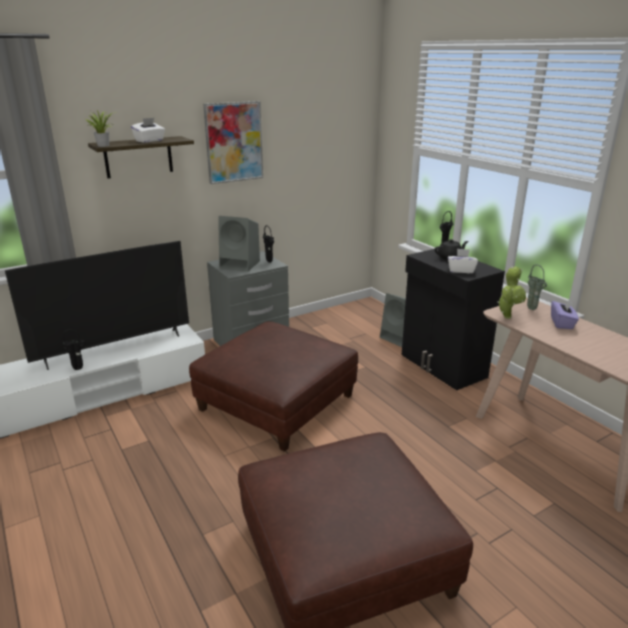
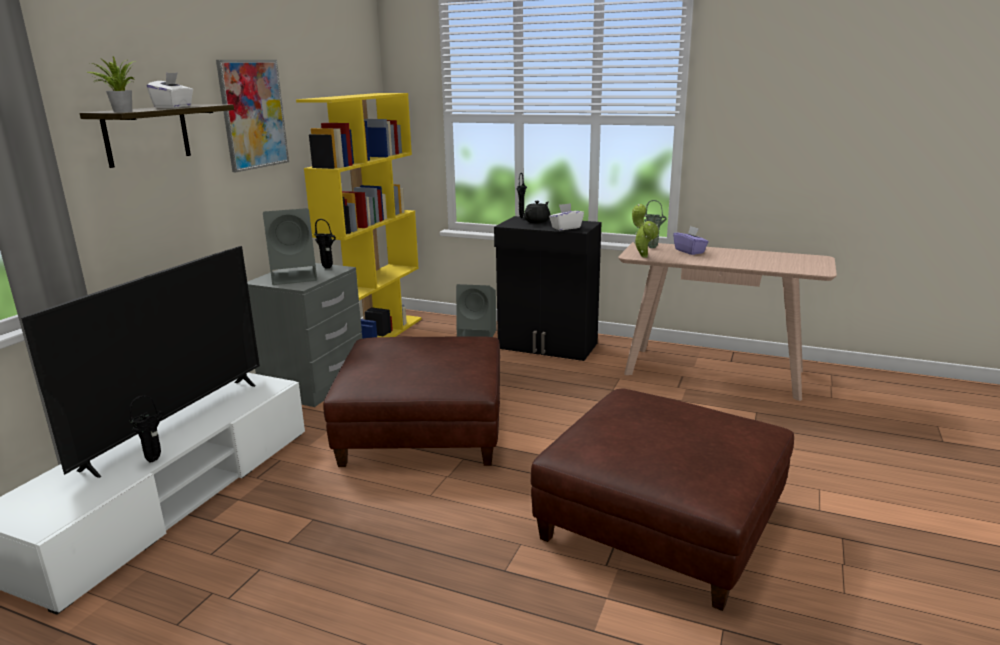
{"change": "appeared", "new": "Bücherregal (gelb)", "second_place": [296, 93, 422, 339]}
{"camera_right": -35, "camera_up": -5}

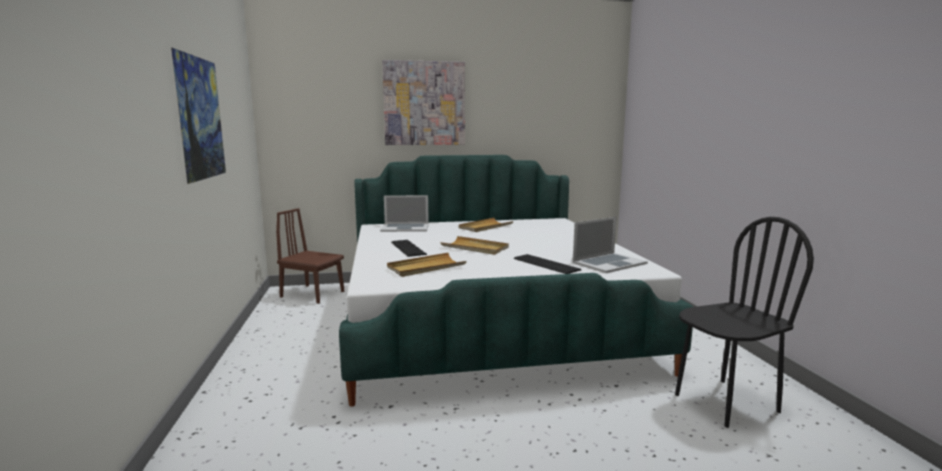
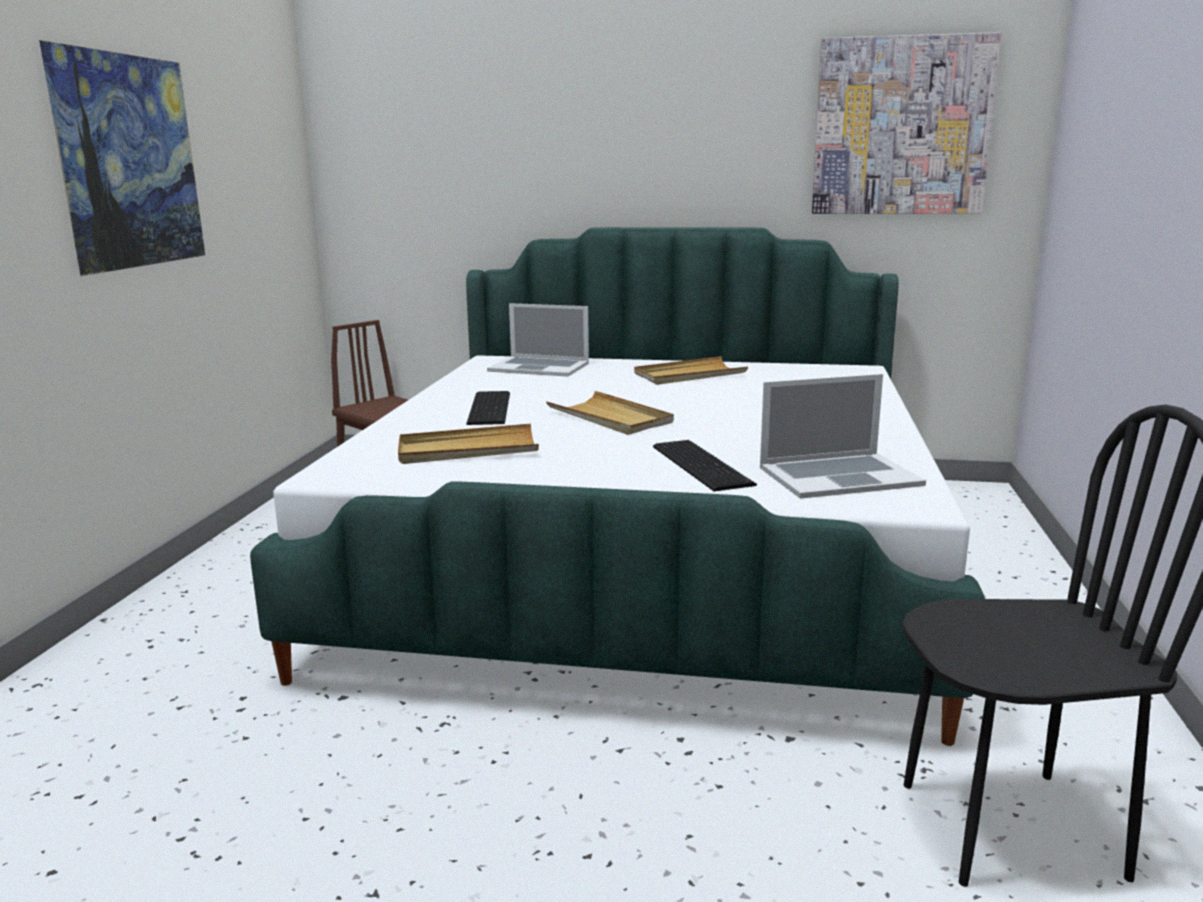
{"change": "relocated", "old": "Bild", "first_place": [382, 60, 465, 145], "second_place": [812, 32, 1002, 214]}
{"camera_right": 20, "camera_up": 5}

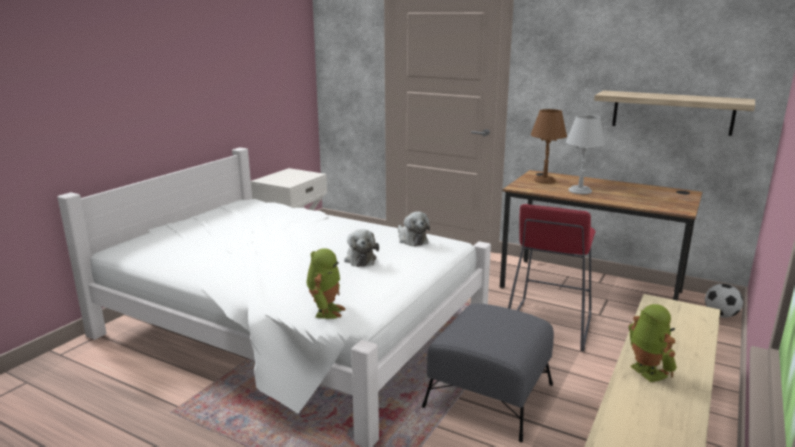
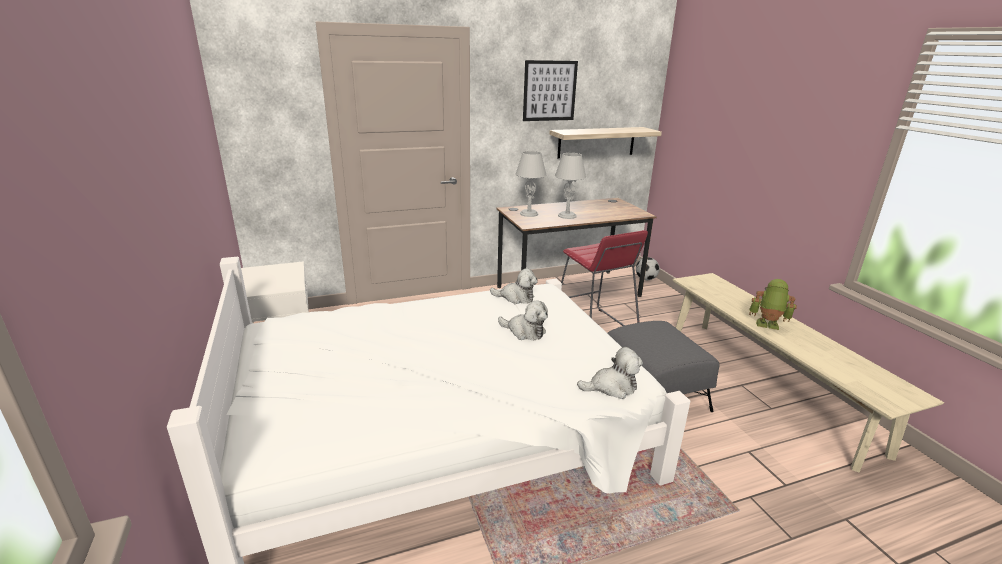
{"change": "colour", "old": "Tischlampe (braun)", "new": "Tischlampe (grau)", "first_place": [531, 109, 567, 184], "second_place": [516, 151, 546, 217]}
{"change": "exchanged", "old": "Spielzeugroboter", "new": "Plüschtier", "first_place": [307, 248, 345, 319], "second_place": [577, 347, 643, 399]}
{"change": "appeared", "new": "Bild", "second_place": [523, 60, 578, 121]}
{"camera_right": -50, "camera_up": 5}

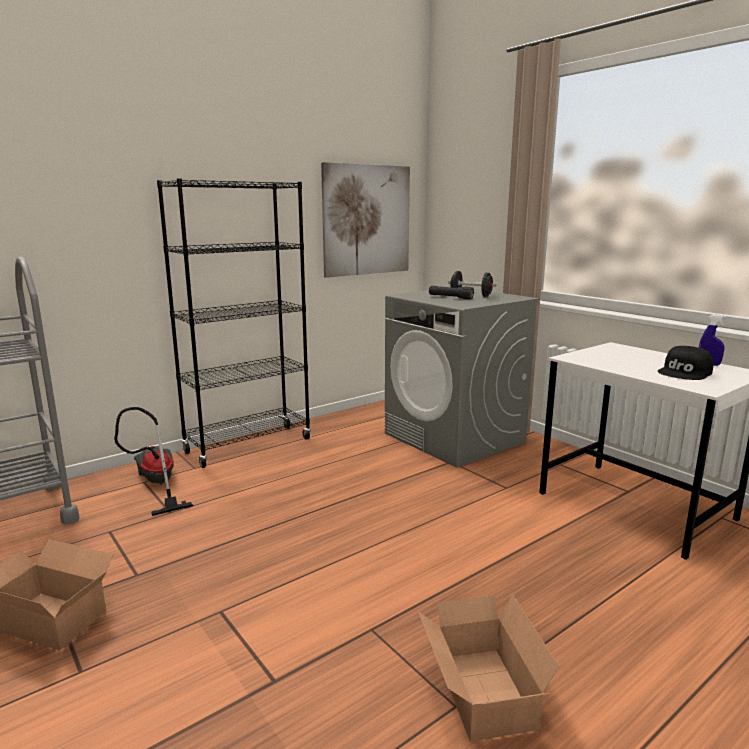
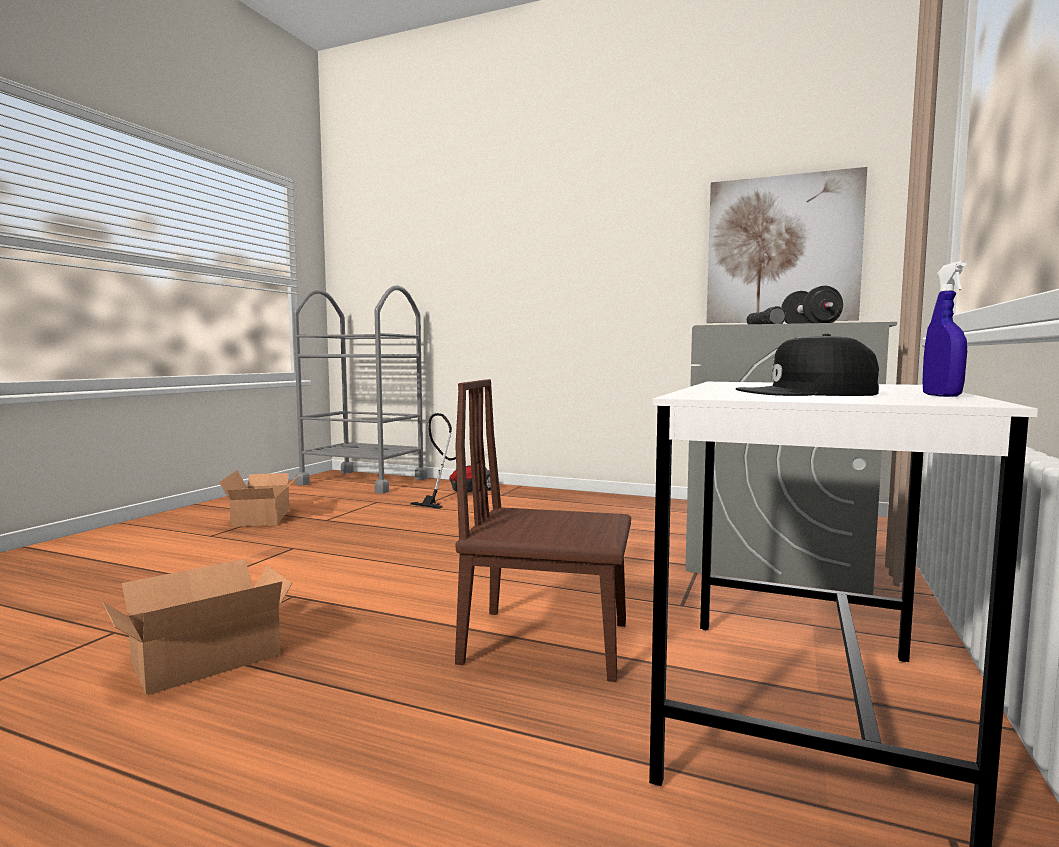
{"change": "missing", "old": "Bücherregal (schwarz)", "first_place": [157, 178, 311, 468]}
{"change": "appeared", "new": "Stuhl (braun)", "second_place": [455, 379, 631, 682]}
{"camera_right": 60, "camera_up": -10}

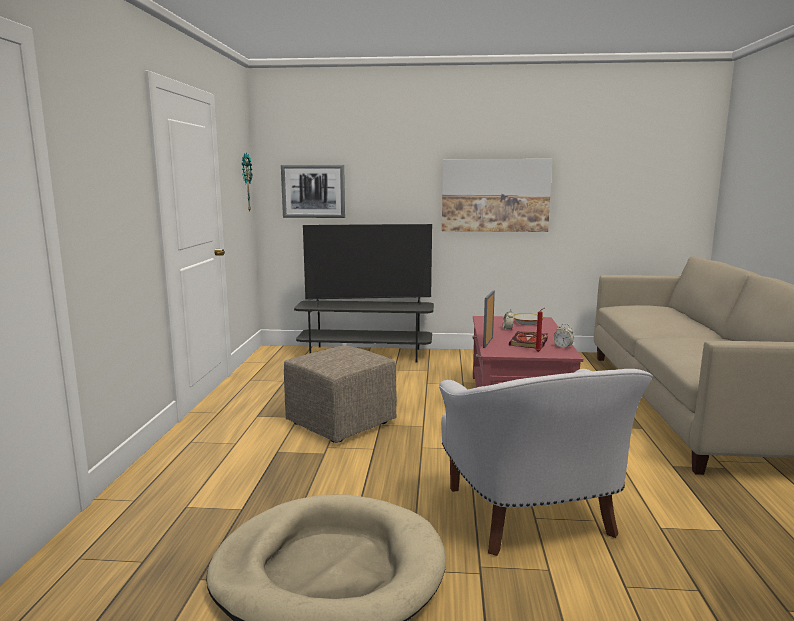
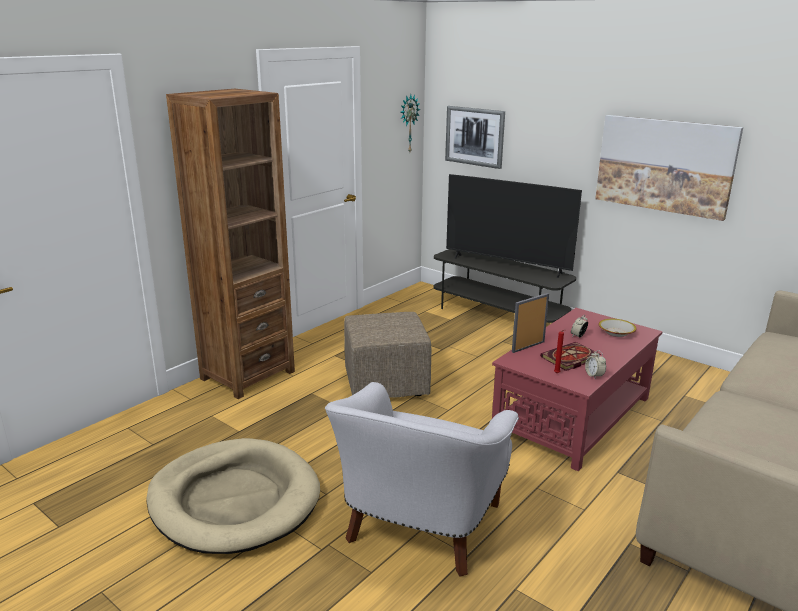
{"change": "appeared", "new": "Bücherregal (braun)", "second_place": [166, 89, 295, 399]}
{"camera_right": 35, "camera_up": 10}

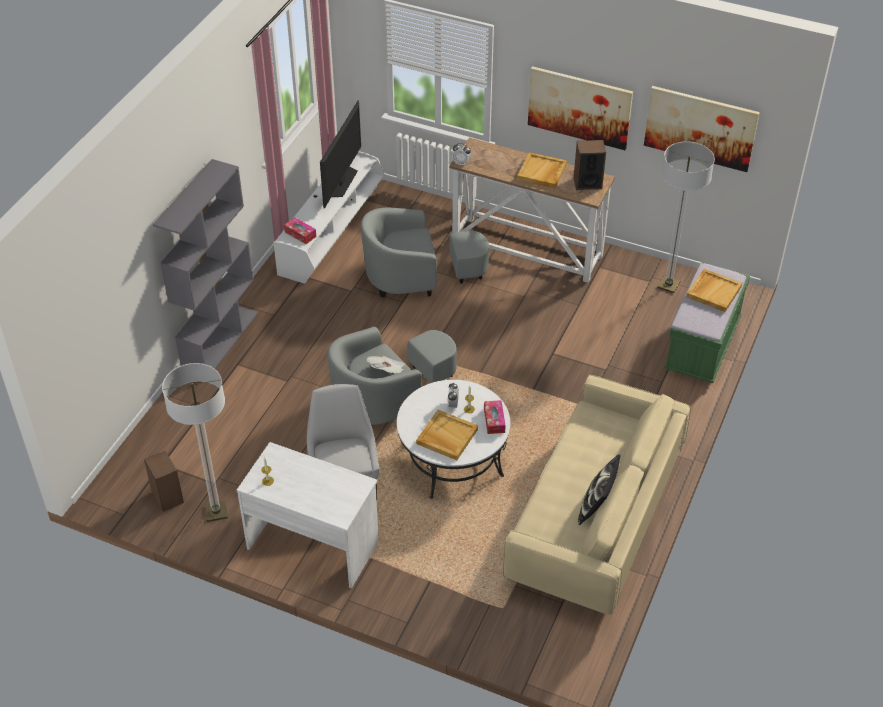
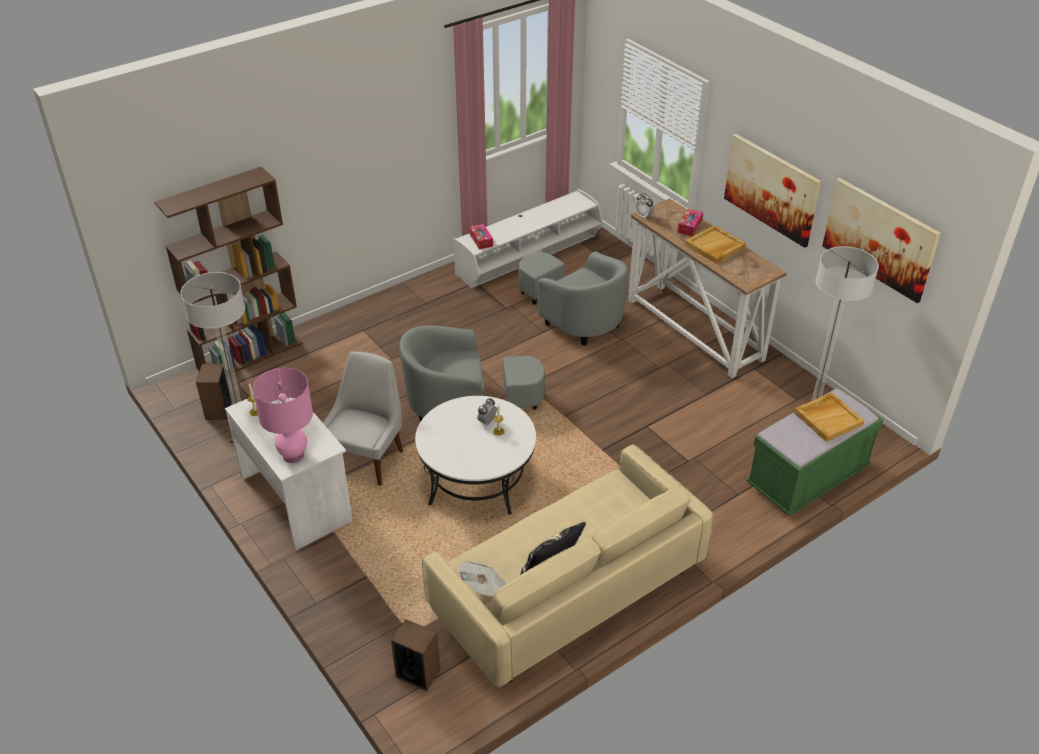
{"change": "missing", "old": "Fernseher", "first_place": [320, 100, 361, 209]}
{"change": "relocated", "old": "Lautsprecher", "first_place": [574, 140, 606, 190], "second_place": [391, 619, 440, 691]}
{"change": "missing", "old": "Bücherregal (grau)", "first_place": [153, 159, 258, 369]}
{"change": "spun", "old": "Sessel (grau)", "first_place": [361, 208, 489, 297], "second_place": [518, 252, 628, 346], "degrees": -150}
{"change": "relocated", "old": "Zeitung", "first_place": [366, 356, 405, 373], "second_place": [458, 561, 507, 597]}
{"change": "relocated", "old": "Taschentuchbox", "first_place": [484, 400, 506, 434], "second_place": [677, 209, 703, 236]}
{"change": "missing", "old": "Tablett (beige)", "first_place": [416, 410, 478, 460]}
{"change": "appeared", "new": "Bücherregal (braun)", "second_place": [154, 167, 303, 372]}
{"change": "appeared", "new": "Tischlampe (rosa)", "second_place": [253, 368, 313, 463]}
{"camera_right": 30, "camera_up": -5}

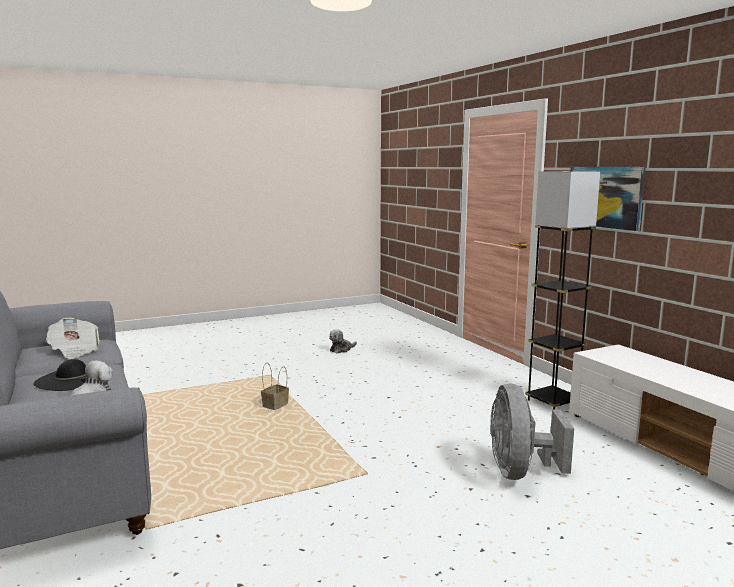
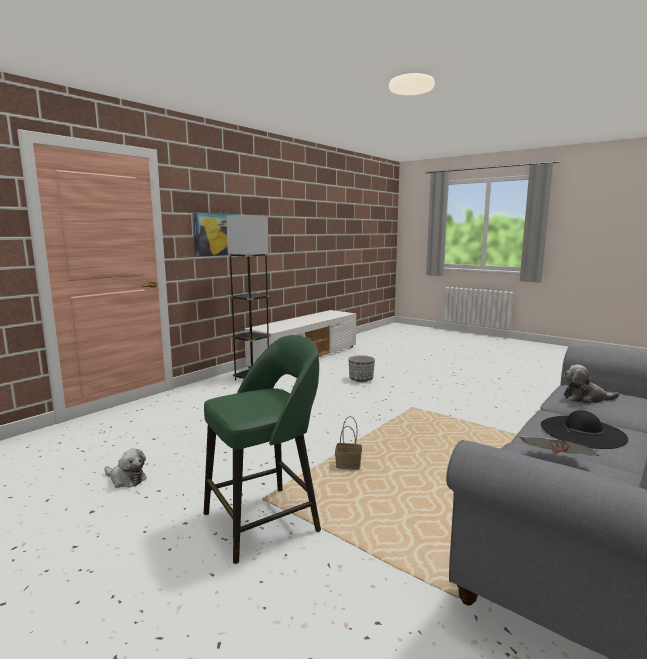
{"change": "exchanged", "old": "Ventilator (grau)", "new": "Pflanzkübel", "first_place": [490, 383, 574, 480], "second_place": [348, 355, 375, 382]}
{"change": "appeared", "new": "Hocker (grün)", "second_place": [204, 335, 321, 564]}
{"camera_right": -115, "camera_up": 0}

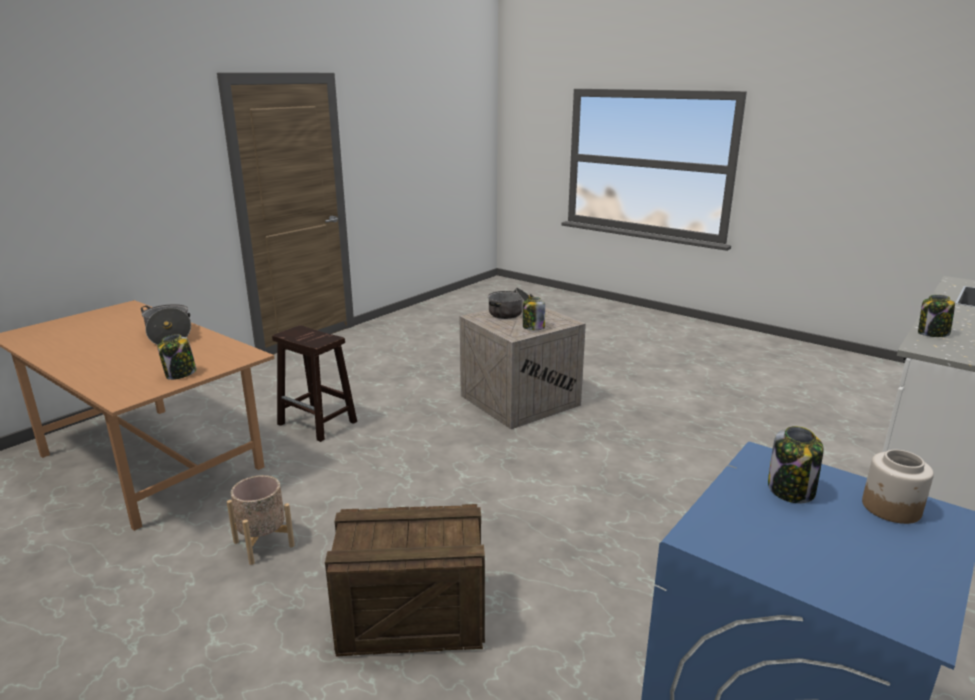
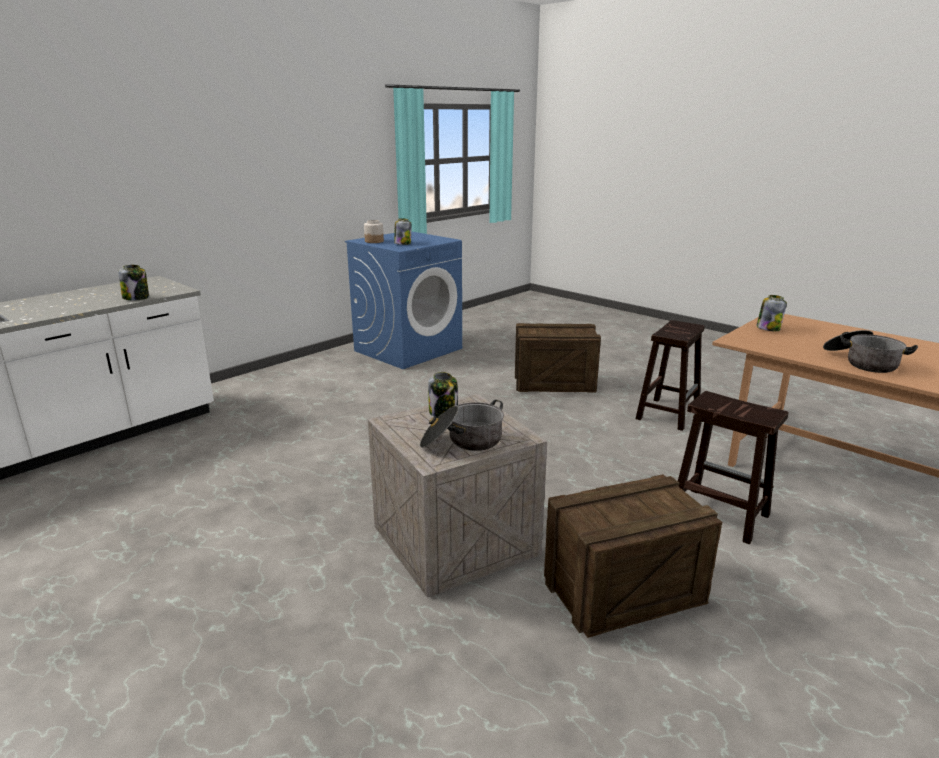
{"change": "exchanged", "old": "Pflanzkübel (beige)", "new": "Hocker (braun)", "first_place": [227, 475, 295, 565], "second_place": [636, 320, 705, 431]}
{"change": "appeared", "new": "Kiste", "second_place": [544, 474, 722, 638]}
{"camera_right": -175, "camera_up": 0}

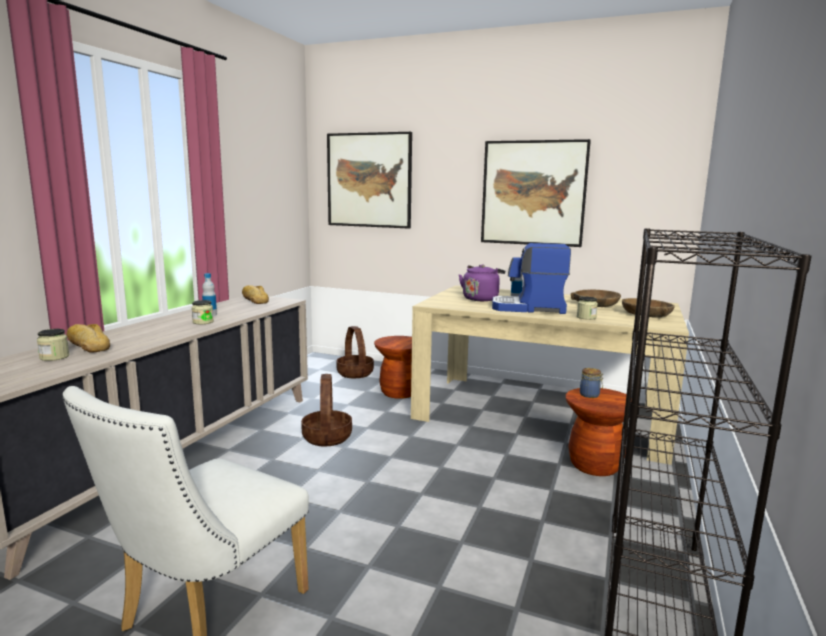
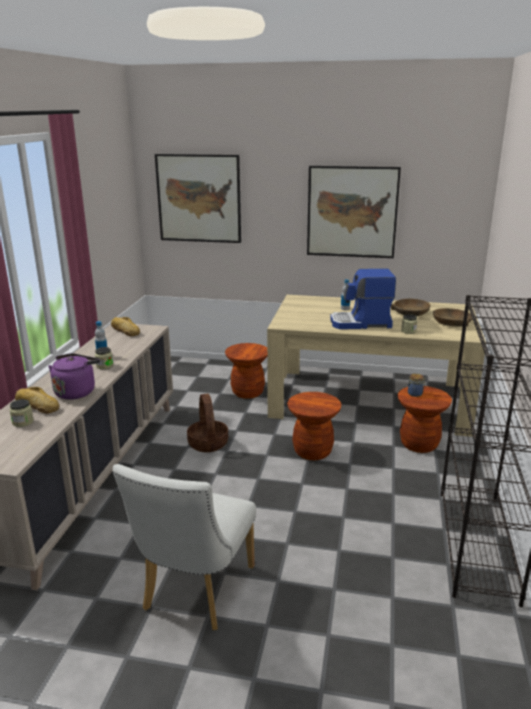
{"change": "relocated", "old": "Wasserkessel (lila)", "first_place": [459, 264, 505, 301], "second_place": [48, 353, 100, 400]}
{"change": "missing", "old": "Korb", "first_place": [336, 326, 374, 378]}
{"change": "appeared", "new": "Hocker (braun)", "second_place": [287, 392, 342, 460]}
{"camera_right": -10, "camera_up": 10}

